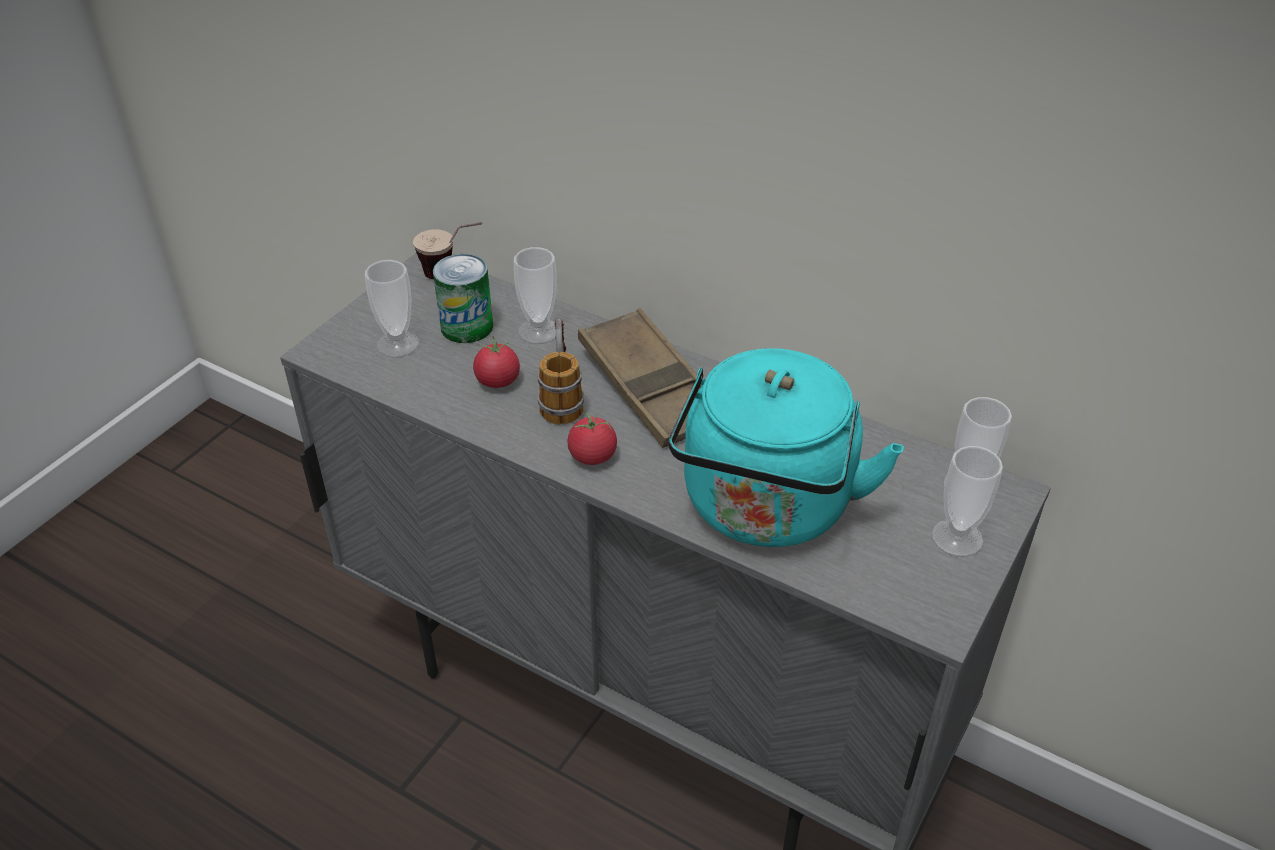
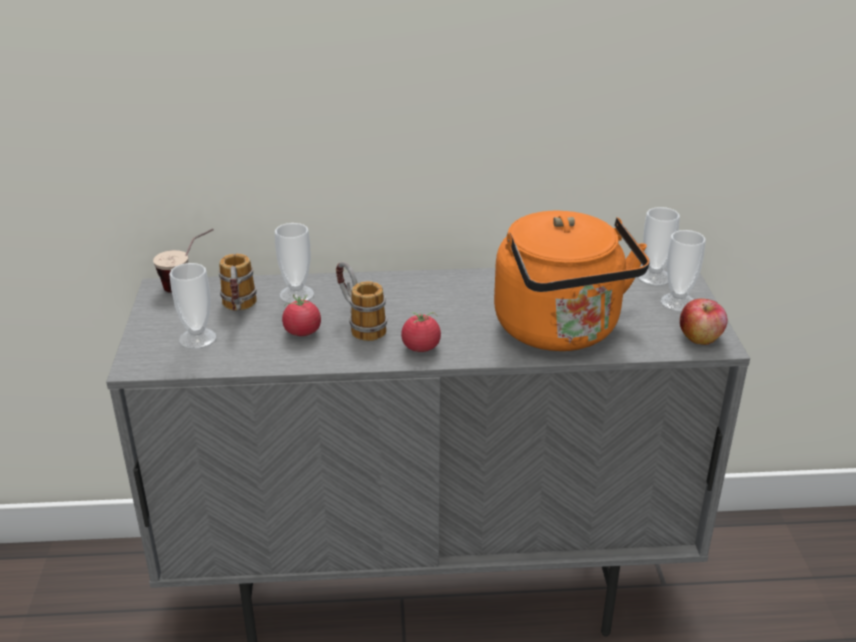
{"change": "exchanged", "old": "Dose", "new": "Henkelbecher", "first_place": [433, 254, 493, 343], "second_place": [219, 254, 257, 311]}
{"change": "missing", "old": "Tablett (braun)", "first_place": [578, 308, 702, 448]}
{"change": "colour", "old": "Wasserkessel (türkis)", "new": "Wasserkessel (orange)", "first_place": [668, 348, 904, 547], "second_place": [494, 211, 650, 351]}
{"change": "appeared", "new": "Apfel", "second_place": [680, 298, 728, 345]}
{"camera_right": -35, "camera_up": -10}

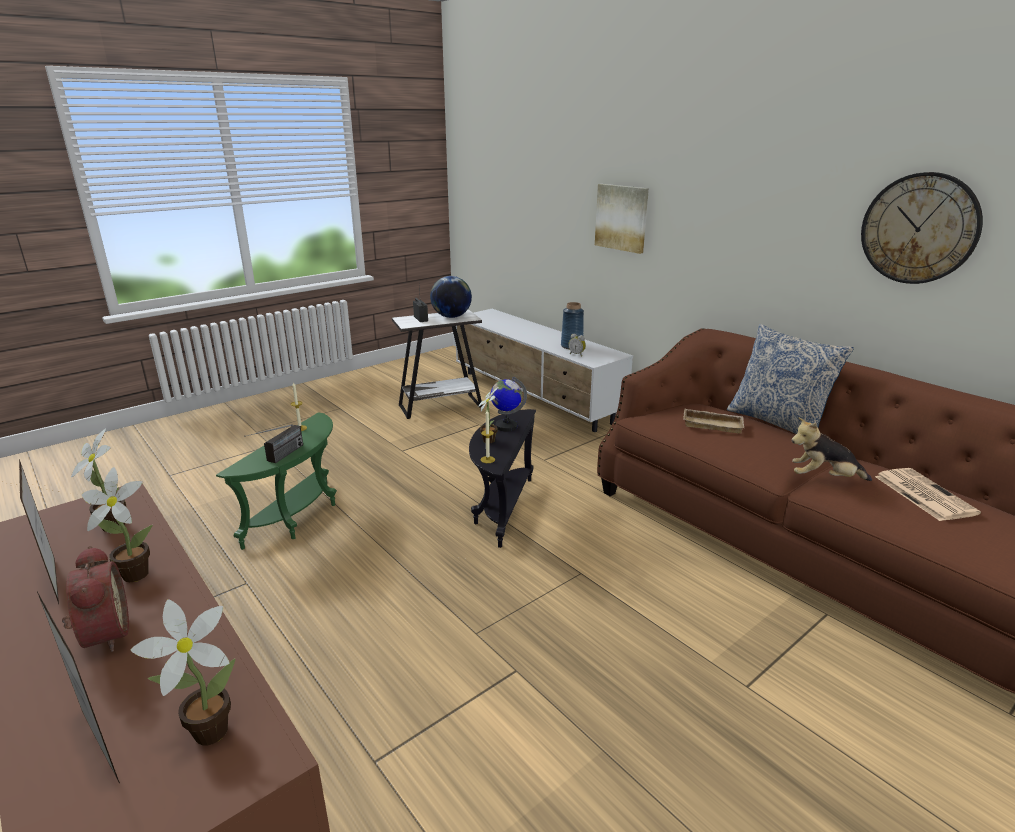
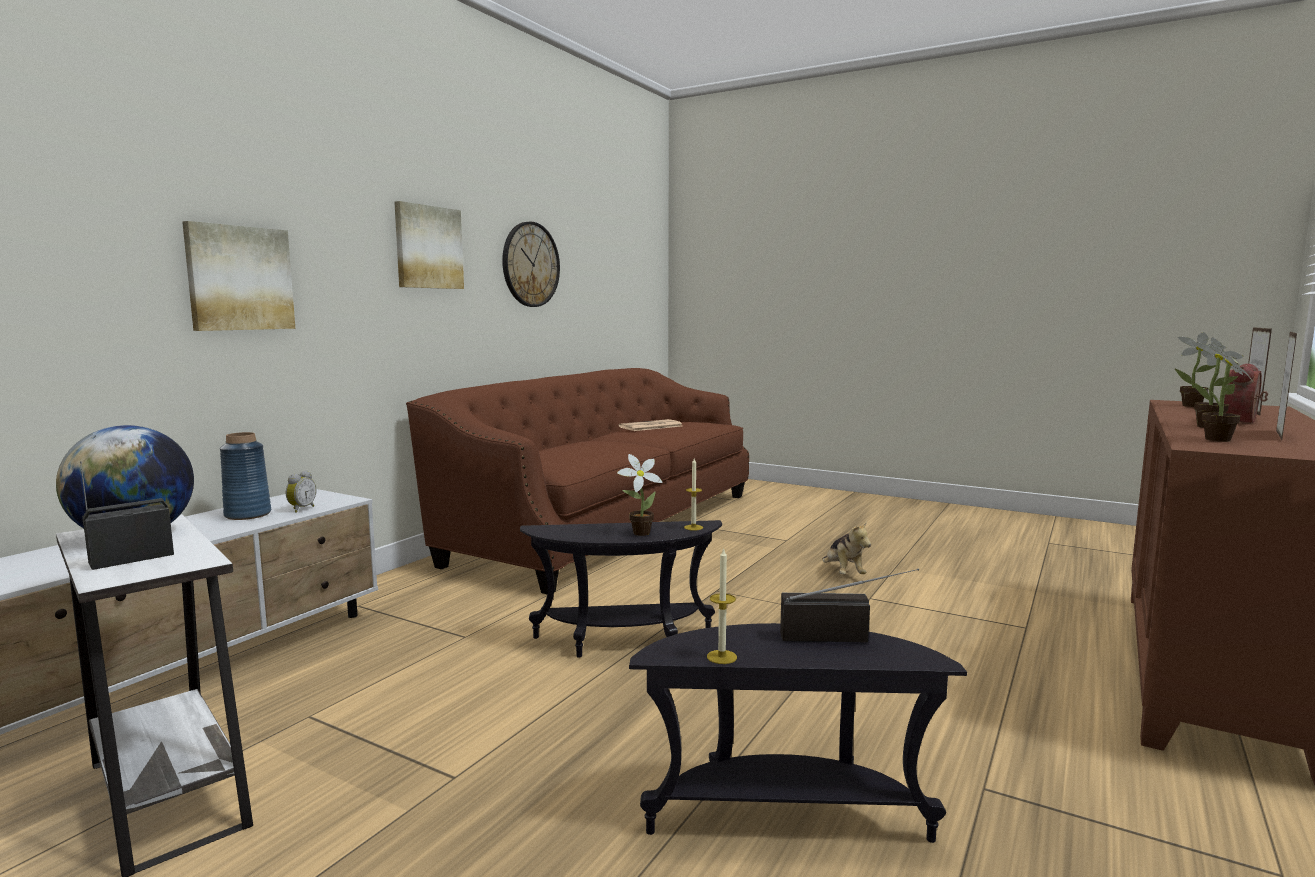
{"change": "missing", "old": "Kissen", "first_place": [727, 324, 854, 434]}
{"change": "missing", "old": "Globus", "first_place": [491, 377, 527, 432]}
{"change": "missing", "old": "Tablett (beige)", "first_place": [683, 408, 744, 434]}
{"change": "colour", "old": "Beistelltisch (grün)", "new": "Beistelltisch (schwarz)", "first_place": [216, 412, 337, 550], "second_place": [629, 623, 967, 843]}
{"change": "relocated", "old": "Plüschtier", "first_place": [792, 417, 872, 481], "second_place": [823, 521, 871, 574]}
{"change": "appeared", "new": "Bild", "second_place": [394, 201, 464, 289]}
{"camera_right": -110, "camera_up": -15}

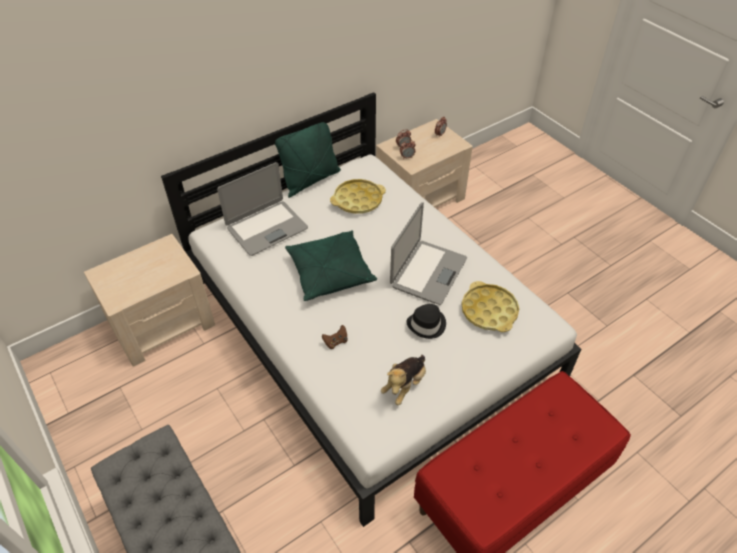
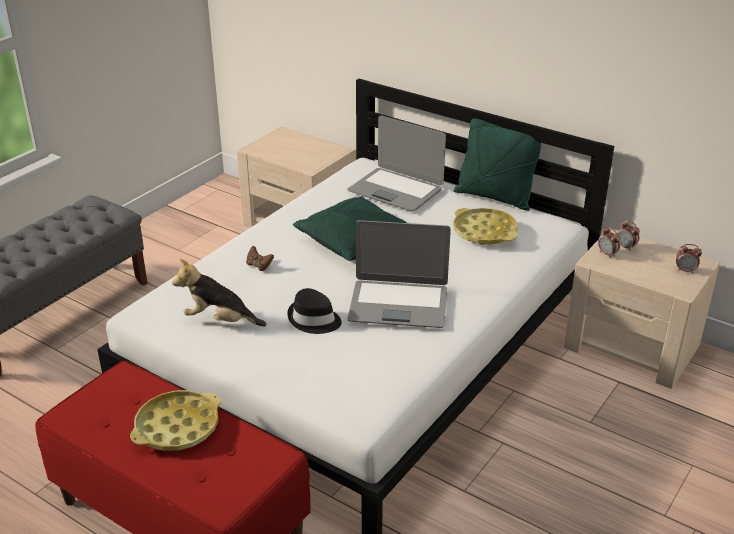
{"change": "relocated", "old": "Tablett (gelb)", "first_place": [461, 281, 519, 332], "second_place": [130, 390, 221, 451]}
{"camera_right": 70, "camera_up": -15}

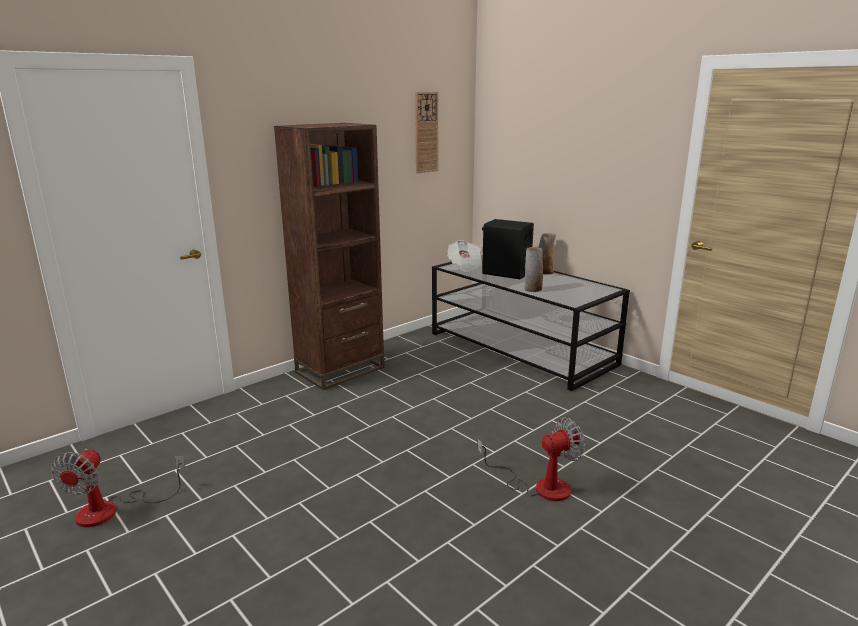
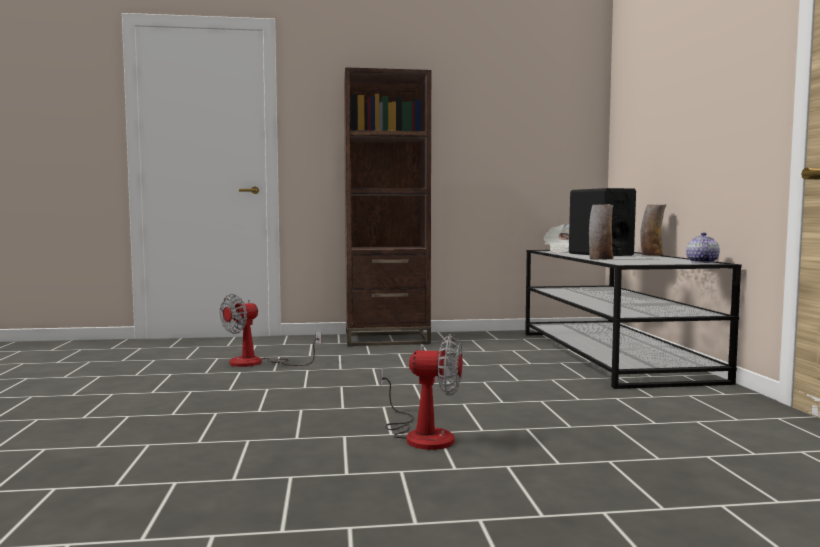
{"change": "missing", "old": "Wanduhr", "first_place": [415, 92, 438, 173]}
{"change": "relocated", "old": "Ventilator", "first_place": [51, 449, 186, 527], "second_place": [220, 294, 322, 367]}
{"change": "appeared", "new": "Teekanne", "second_place": [686, 232, 720, 263]}
{"camera_right": 35, "camera_up": -15}

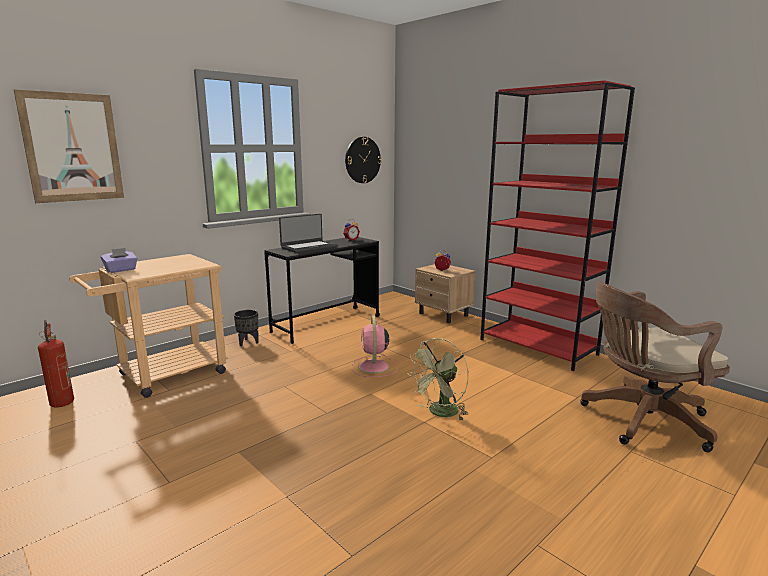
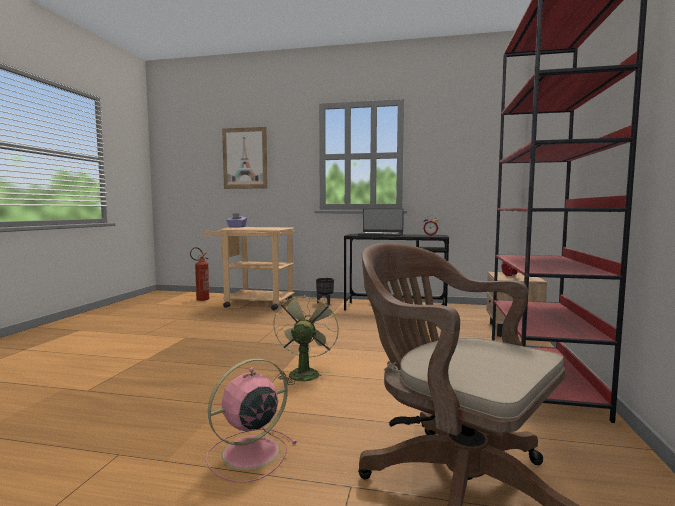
{"change": "missing", "old": "Wanduhr", "first_place": [345, 137, 382, 183]}
{"change": "relocated", "old": "Ventilator (rosa)", "first_place": [352, 316, 397, 377], "second_place": [206, 358, 297, 482]}
{"change": "spun", "old": "Ventilator (grün)", "first_place": [407, 338, 469, 420], "second_place": [273, 293, 339, 385], "degrees": 90}
{"camera_right": 55, "camera_up": -10}

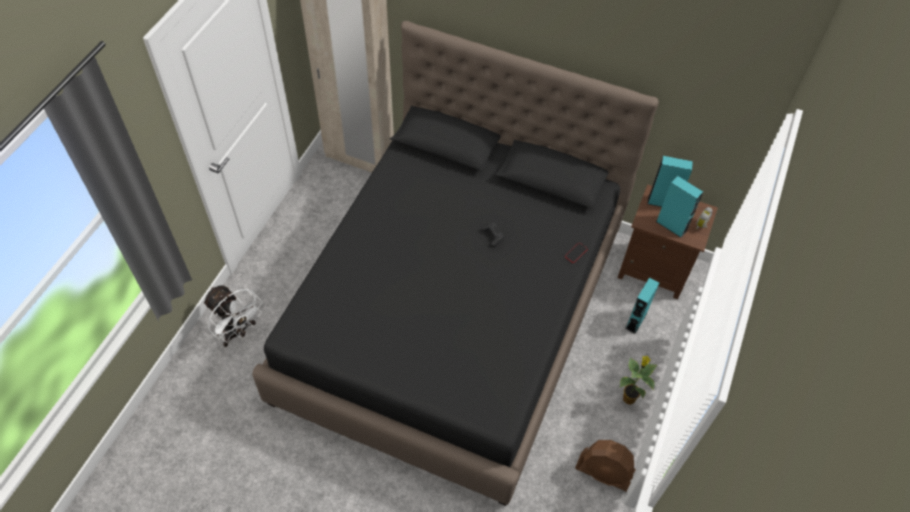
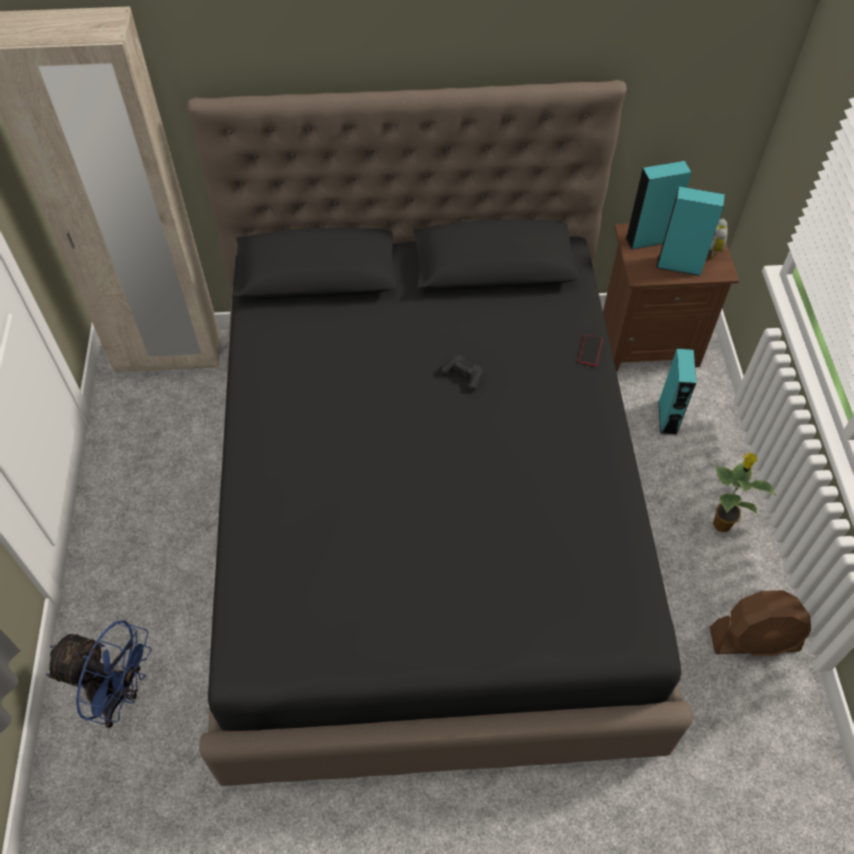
{"change": "colour", "old": "Ventilator (weiß)", "new": "Ventilator (blau)", "first_place": [203, 285, 263, 347], "second_place": [46, 620, 152, 728]}
{"camera_right": -25, "camera_up": 0}

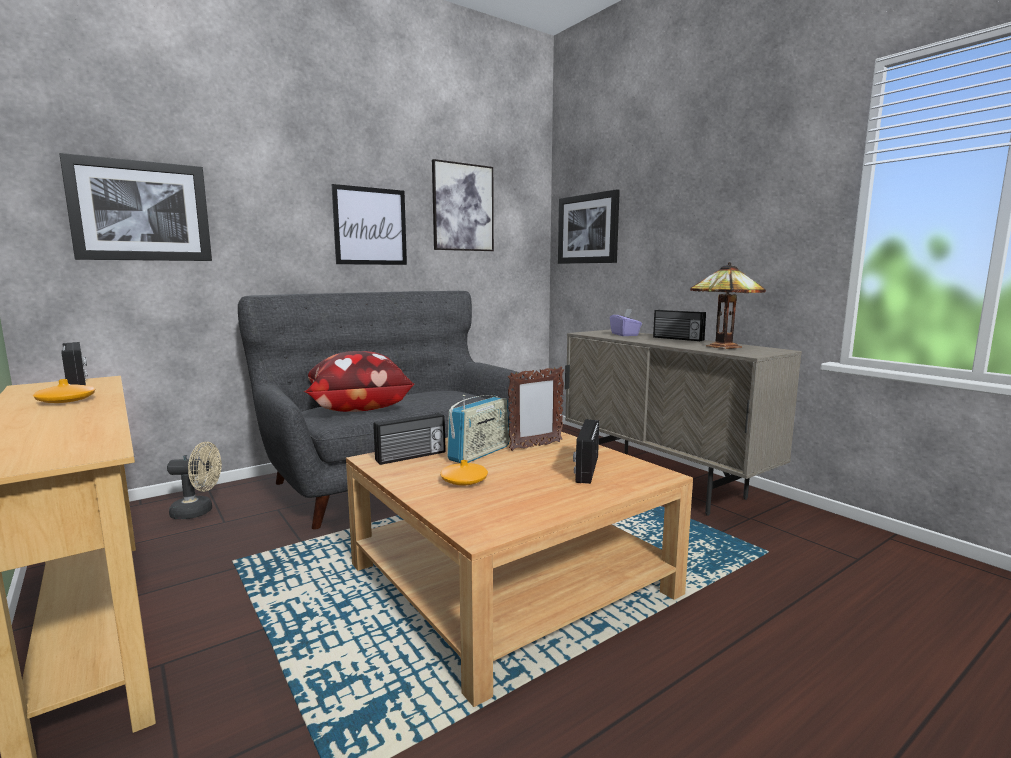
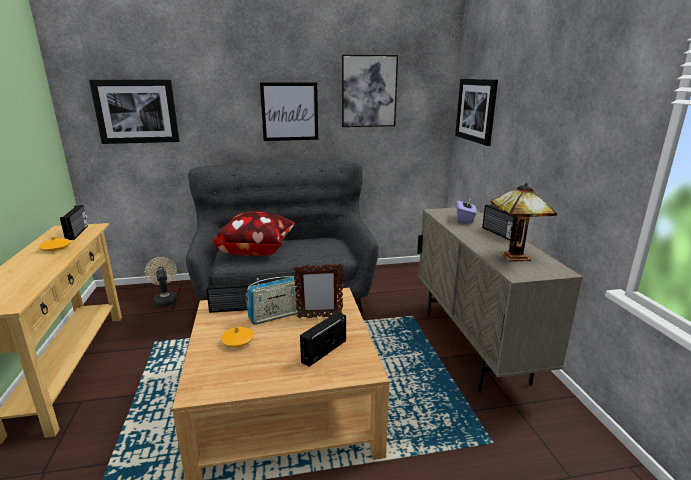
{"change": "spun", "old": "Ventilator (beige)", "first_place": [167, 442, 222, 519], "second_place": [145, 257, 178, 307], "degrees": -135}
{"camera_right": 25, "camera_up": 10}

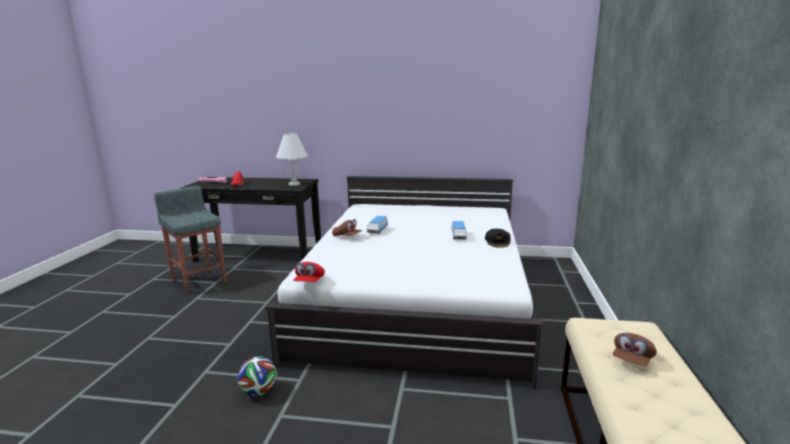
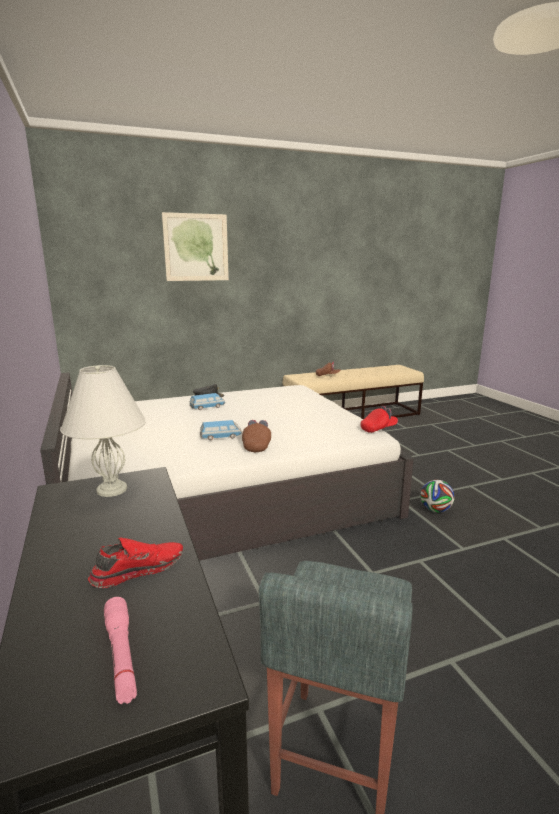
{"change": "appeared", "new": "Bild", "second_place": [162, 212, 229, 281]}
{"camera_right": -120, "camera_up": 0}

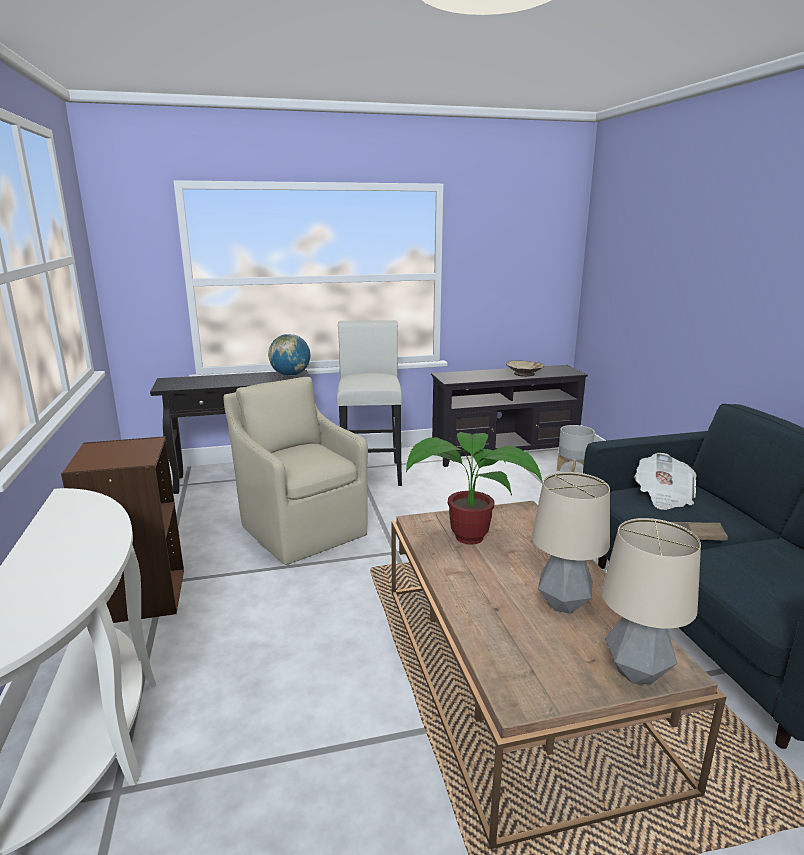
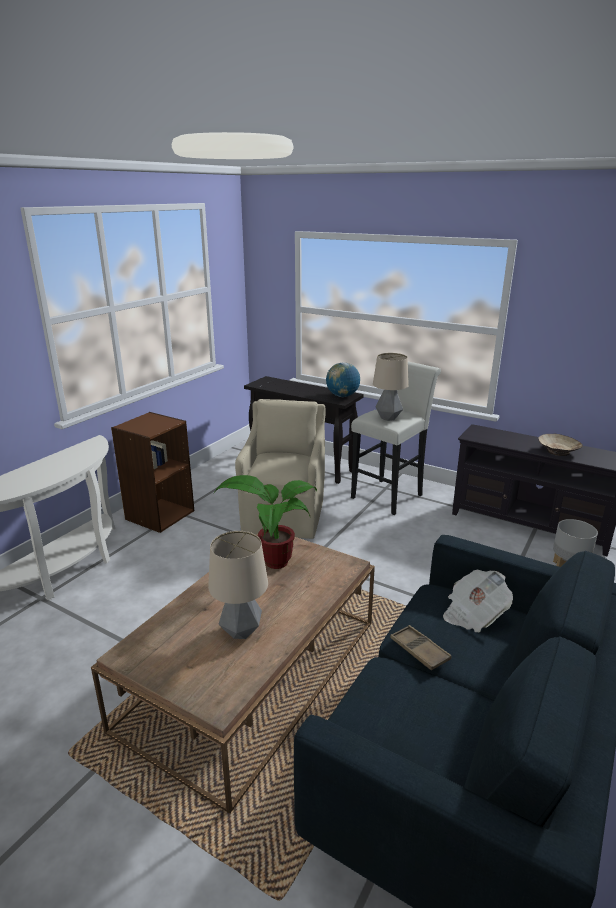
{"change": "relocated", "old": "Tischlampe", "first_place": [602, 518, 701, 684], "second_place": [373, 353, 409, 421]}
{"camera_right": 45, "camera_up": 5}

